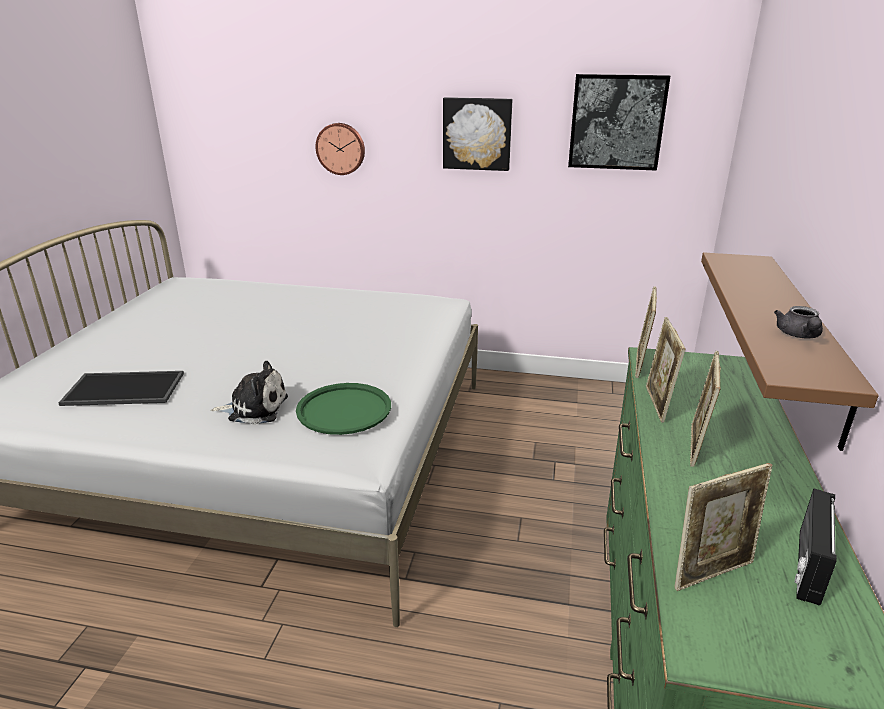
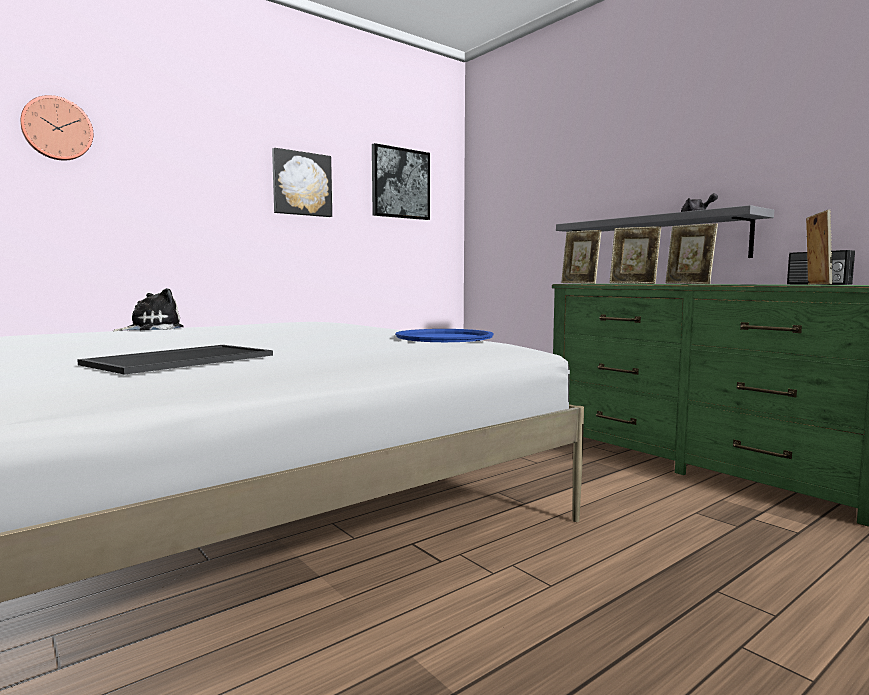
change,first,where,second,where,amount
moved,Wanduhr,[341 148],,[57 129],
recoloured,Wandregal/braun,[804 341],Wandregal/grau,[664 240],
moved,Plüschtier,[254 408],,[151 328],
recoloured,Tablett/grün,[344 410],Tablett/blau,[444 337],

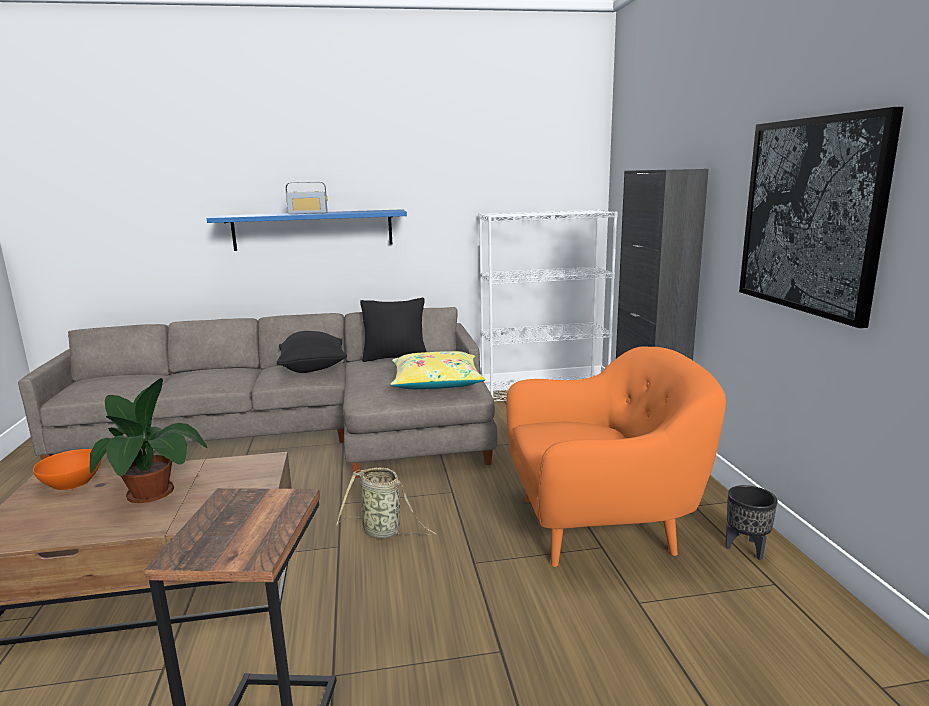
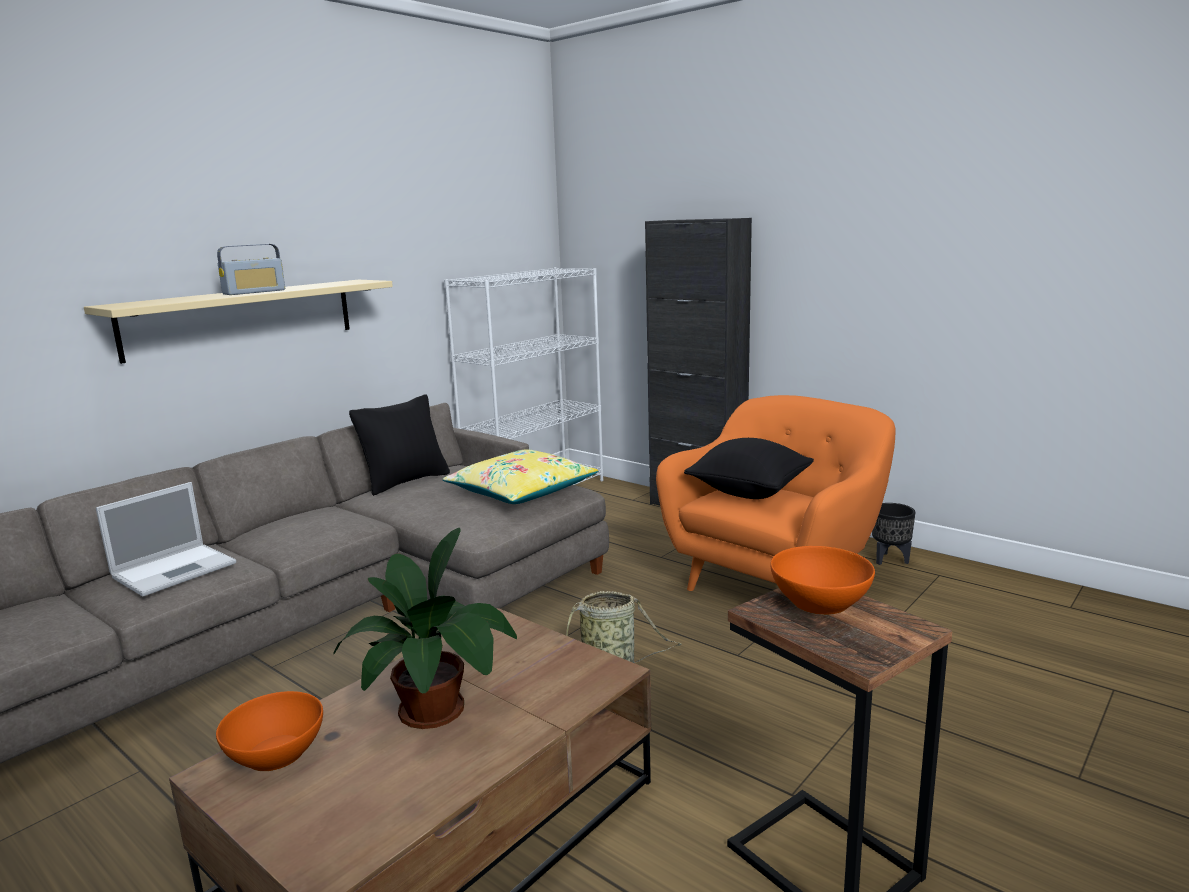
change,first,where,second,where,amount
removed,Bild,[810 216],,,
recoloured,Wandregal/blau,[313 230],Wandregal/beige,[242 318],
moved,Kissen/schwarz,[313 369],,[749 492],
added,,,Laptop,[176 569],
added,,,Schüssel/orange,[820 601],

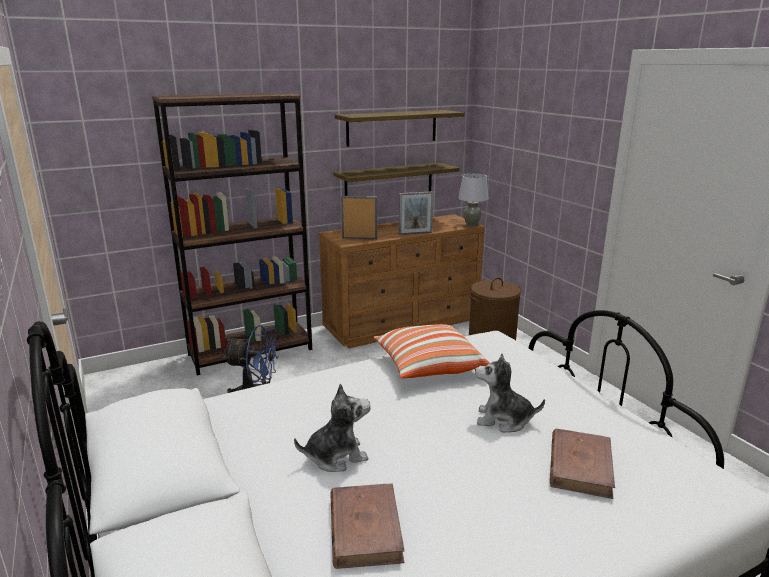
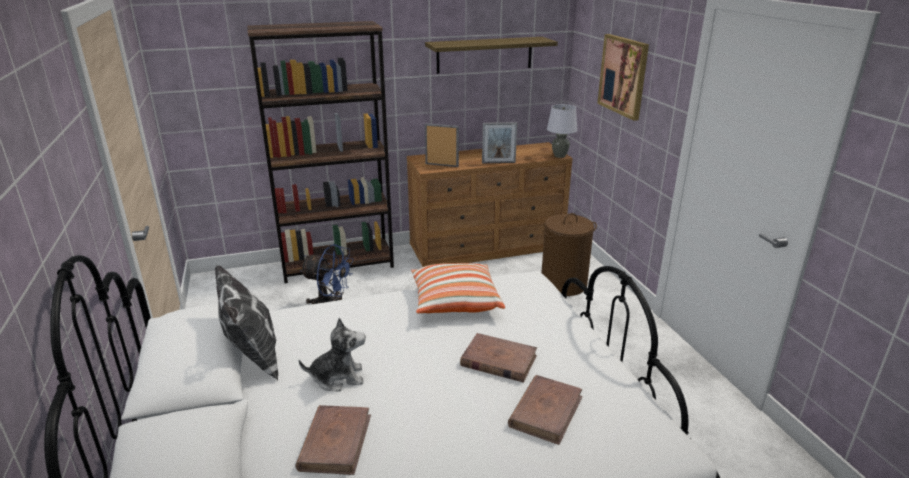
change,first,where,second,where,amount
removed,Wandregal,[389 181],,,
replaced,Plüschtier,[503 420],Buch/braun,[498 361],
added,,,Bild,[623 76],
added,,,Kissen,[253 359],

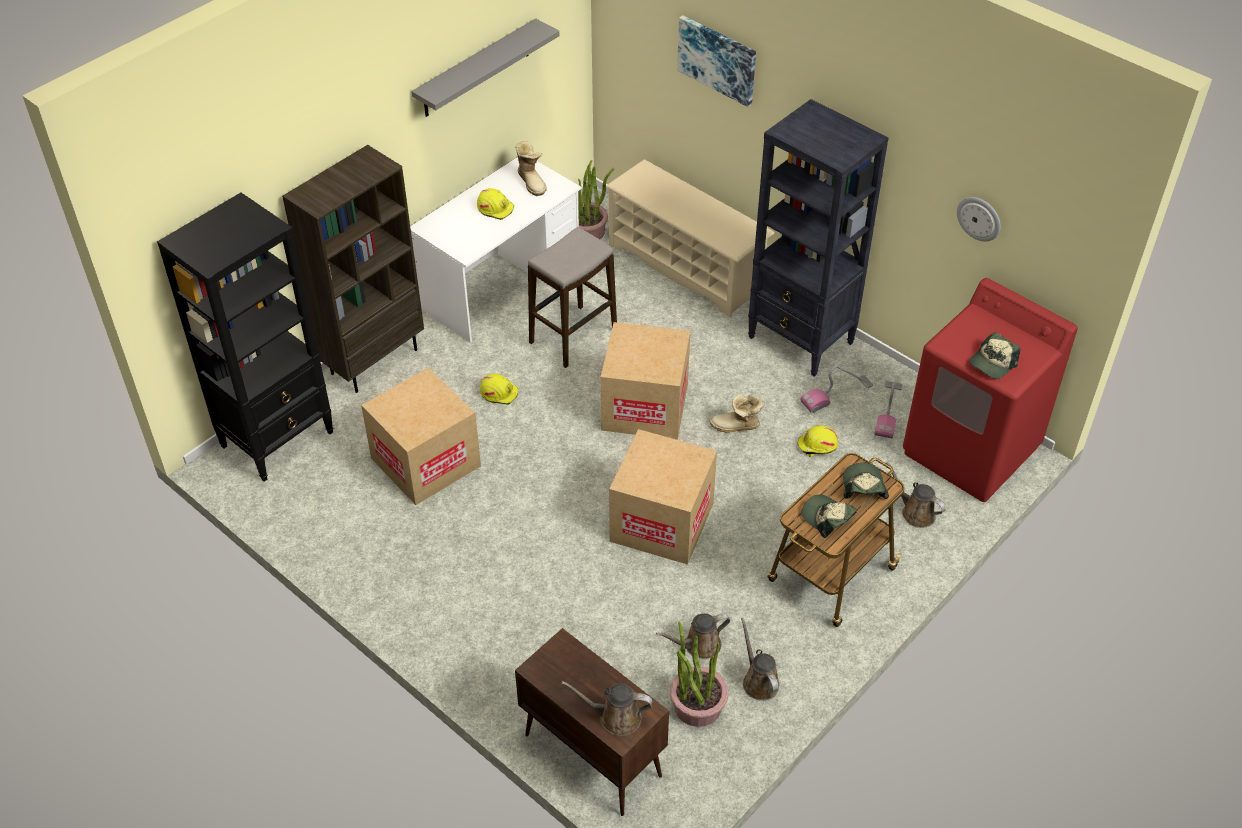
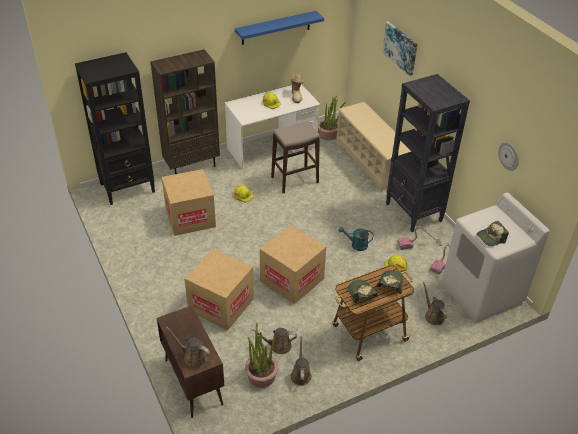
change,first,where,second,where,amount
recoloured,Wandregal/grau,[476 69],Wandregal/blau,[276 28],
recoloured,Waschmaschine/rot,[971 451],Waschmaschine/weiß,[482 293],
moved,Karton,[645 407],,[221 305],
replaced,Stiefel,[736 427],Gießkanne/türkis,[356 245],

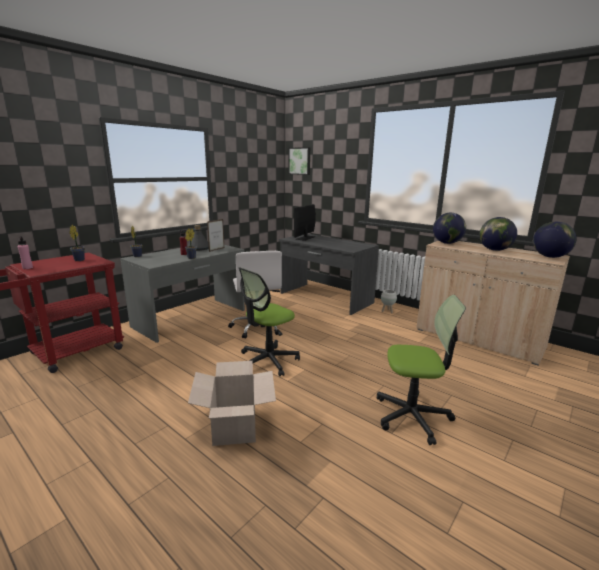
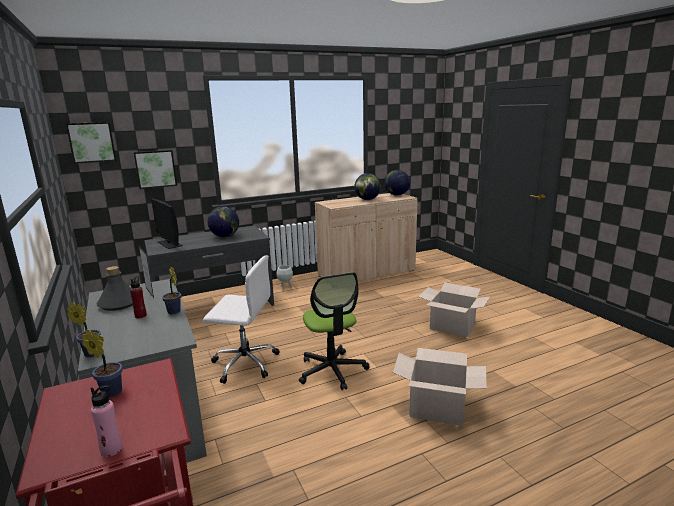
change,first,where,second,where,amount
moved,Globus,[447 243],,[225 236],
replaced,Bürostuhl,[412 416],Karton,[452 327],
added,,,Bild,[155 169],

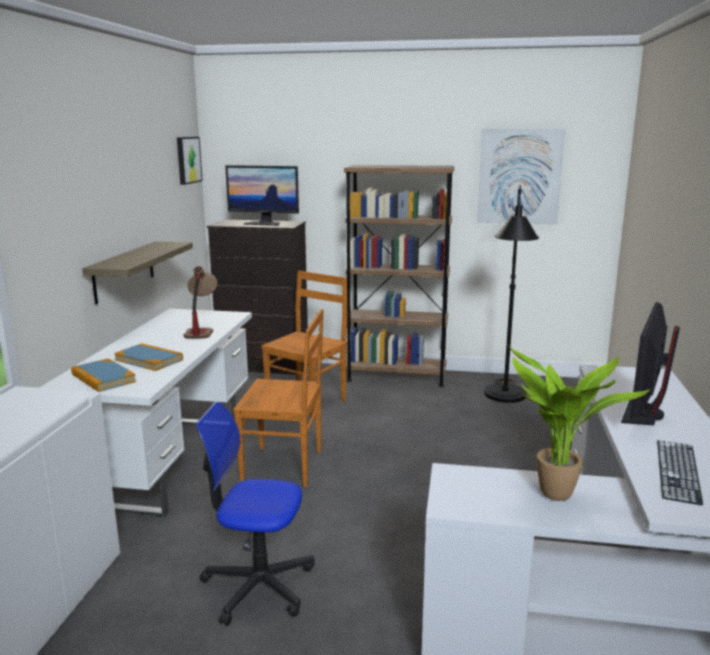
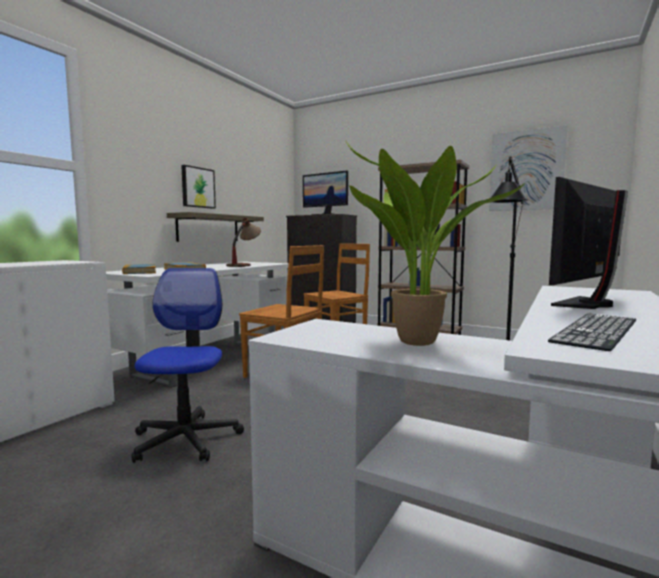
change,first,where,second,where,amount
moved,Bild,[187 160],,[197 187],
turned,Bürostuhl,[258 585],,[186 439],60 degrees clockwise

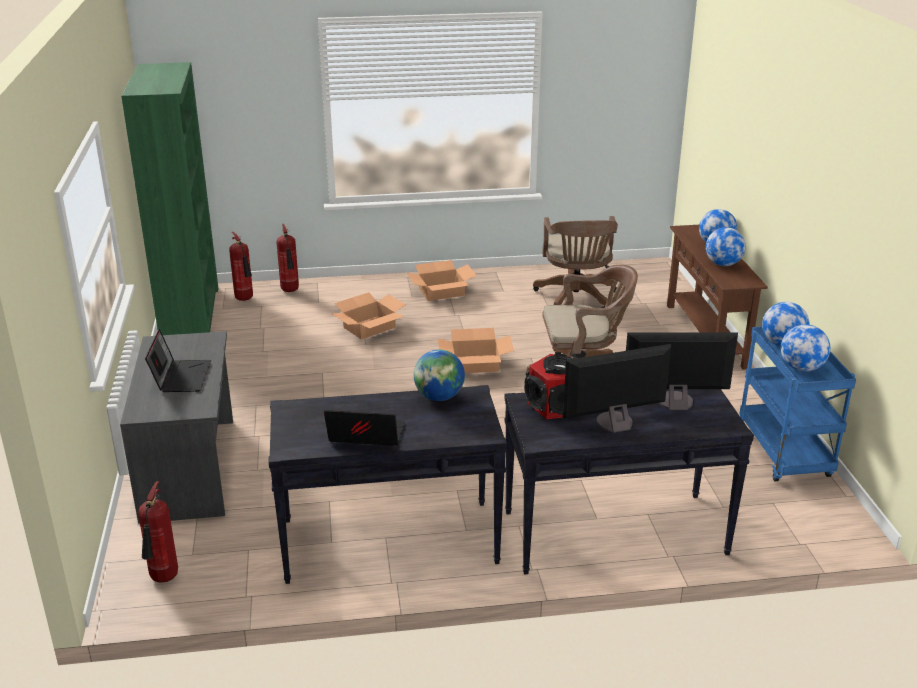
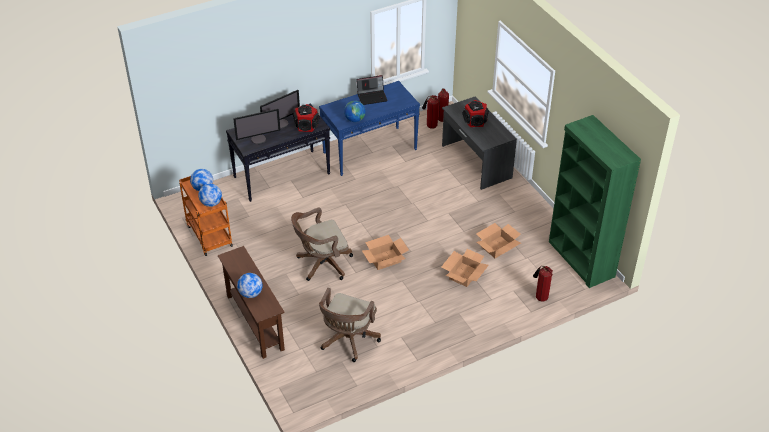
change,first,where,second,where,amount
turned,Bürostuhl/braun,[576 299],,[348 341],135 degrees counterclockwise
removed,Globus,[723 264],,,
moved,Feuerlöscher,[245 299],,[430 126],
moved,Karton,[441 292],,[497 247],
recoloured,Rollwagen/blau,[785 454],Rollwagen/orange,[208 235],
replaced,Laptop,[181 376],Lautsprecher,[475 121],
recoloured,Konsolentisch/schwarz,[388 541],Konsolentisch/blau,[370 151],

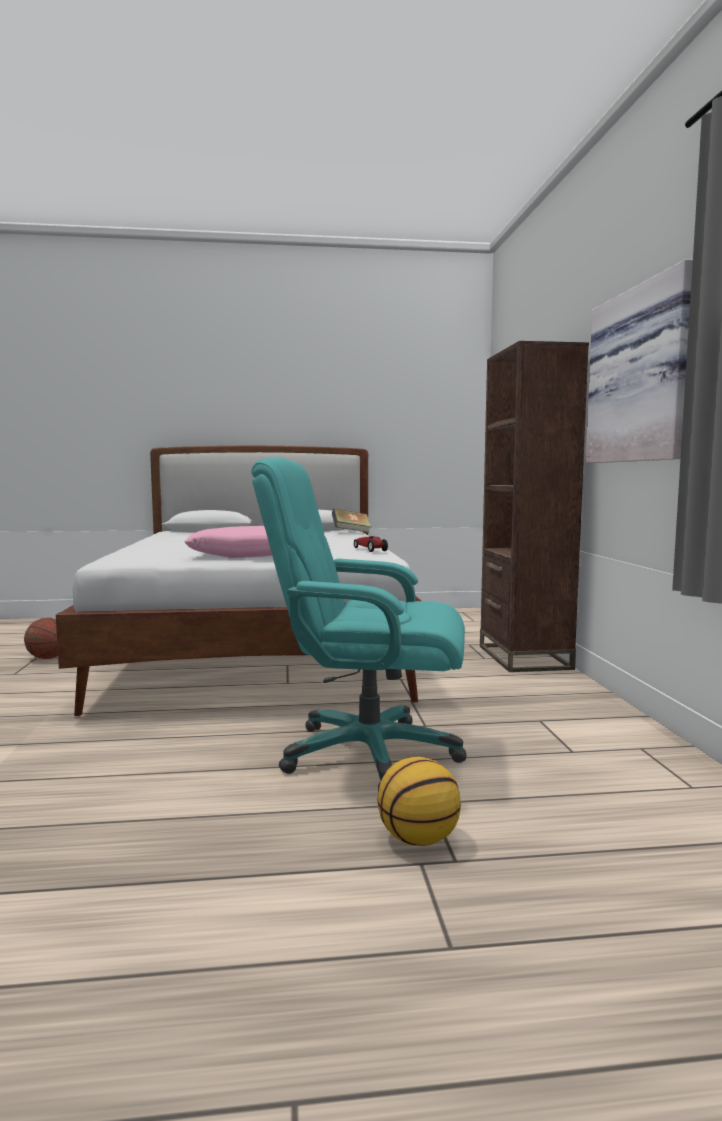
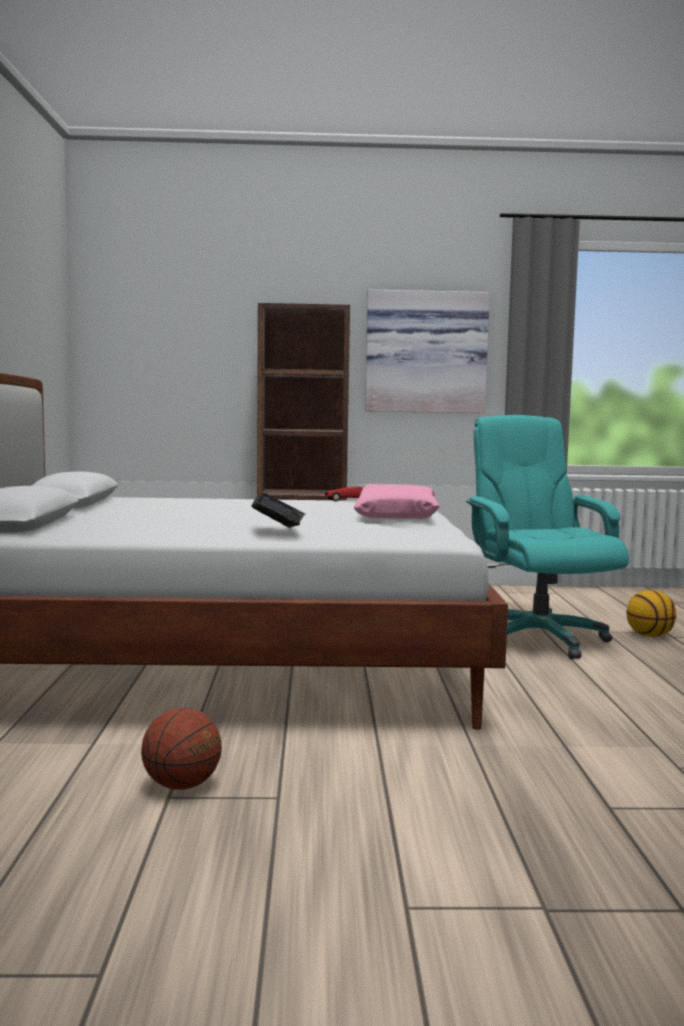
change,first,where,second,where,amount
turned,Bürostuhl/türkis,[367 754],,[538 638],150 degrees clockwise
moved,Buch,[351 532],,[277 532],

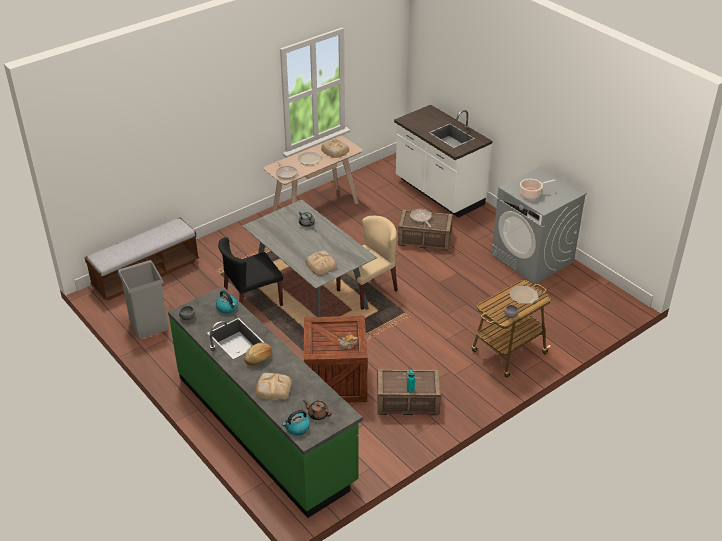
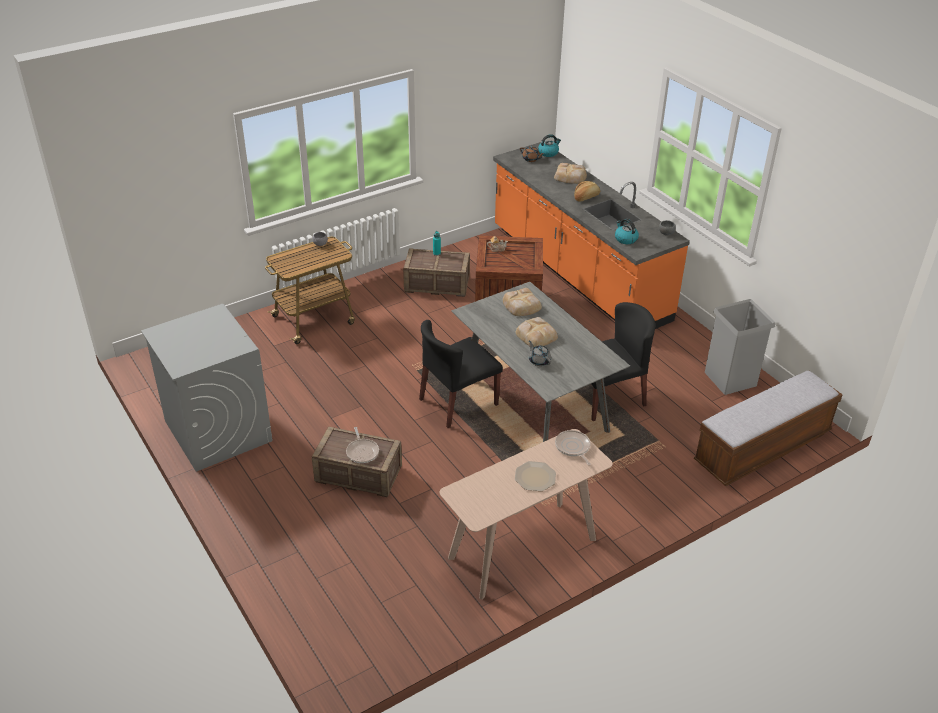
change,first,where,second,where,amount
removed,Küchenzeile/weiß,[438 193],,,
moved,Brot,[335 151],,[536 335],
removed,Kochtopf,[531 194],,,
recoloured,Stuhl/beige,[367 290],Stuhl/schwarz,[458 402],
recoloured,Küchenzeile/grün,[265 428],Küchenzeile/orange,[578 274],
removed,Teller,[523 295],,,

